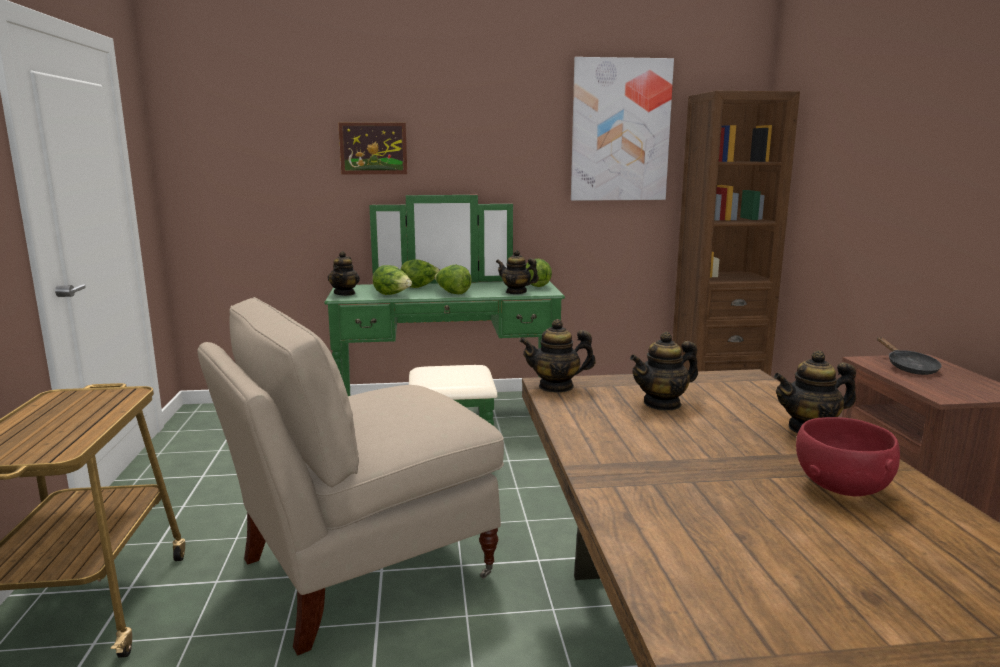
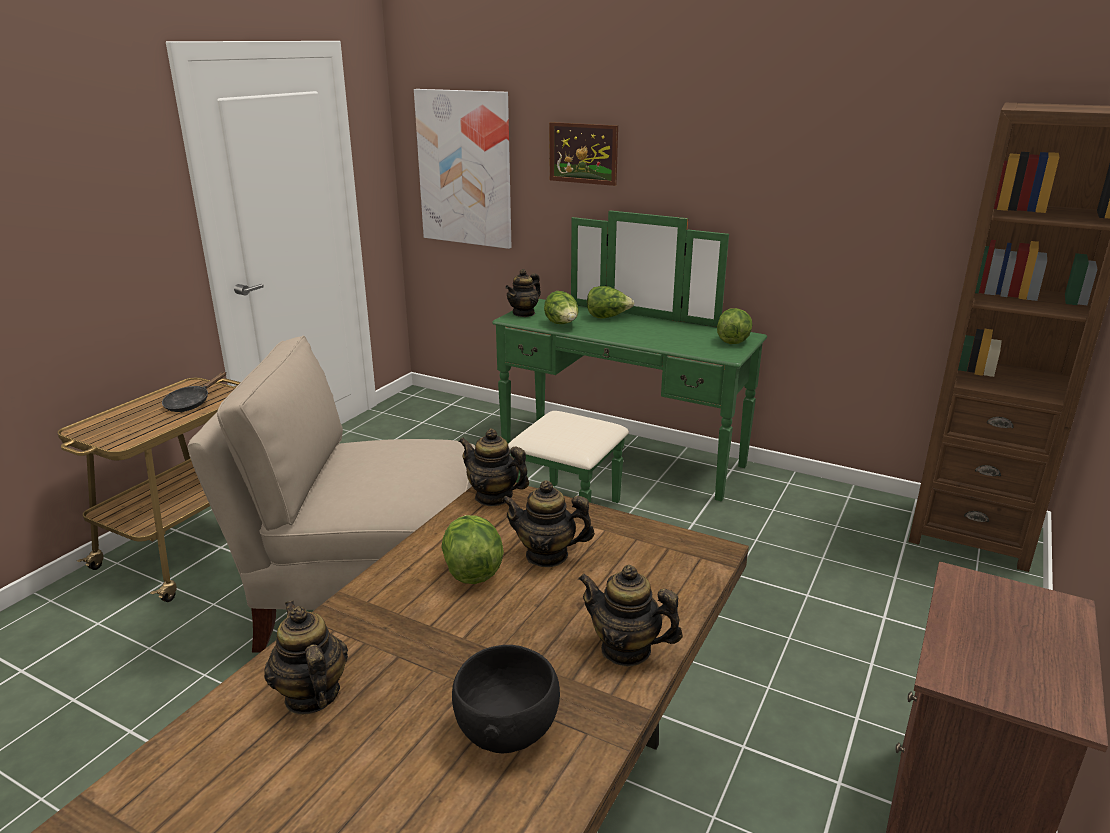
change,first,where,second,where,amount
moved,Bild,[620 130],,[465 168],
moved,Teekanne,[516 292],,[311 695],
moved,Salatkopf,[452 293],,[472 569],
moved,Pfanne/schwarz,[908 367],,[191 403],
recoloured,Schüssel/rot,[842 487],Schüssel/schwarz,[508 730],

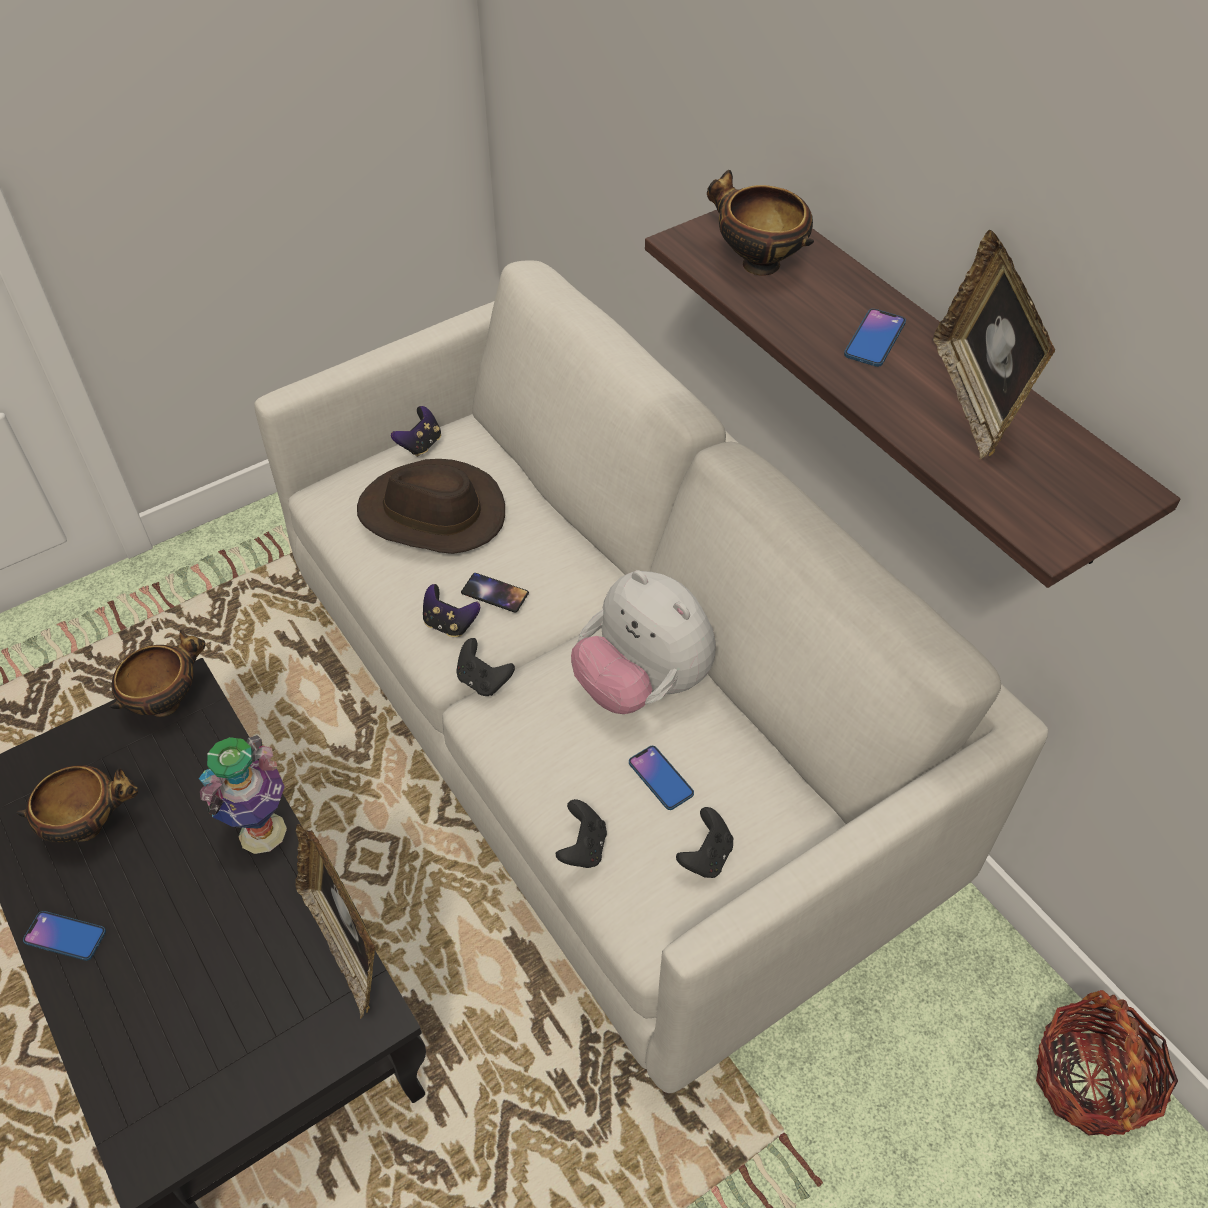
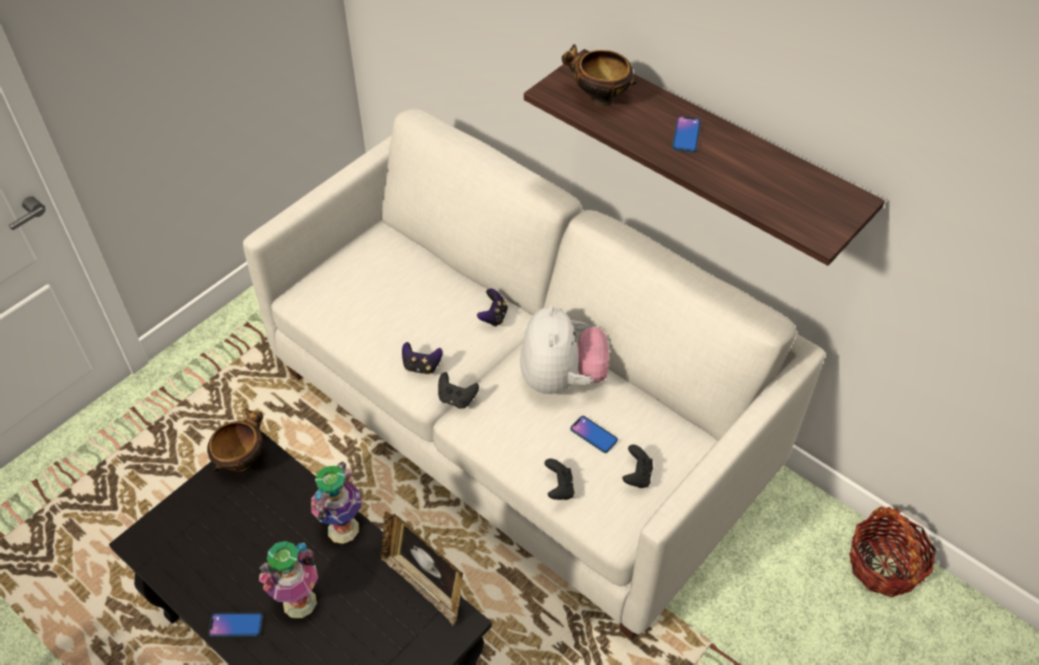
change,first,where,second,where,amount
removed,Bilderrahmen,[975 398],,,
moved,Gamepad,[420 445],,[493 317],
removed,Hut/braun,[432 515],,,
turned,Plüschtier,[642 684],,[561 378],120 degrees counterclockwise
removed,Handy,[495 593],,,
removed,Schüssel,[90 825],,,
added,,,Vase,[299 602],

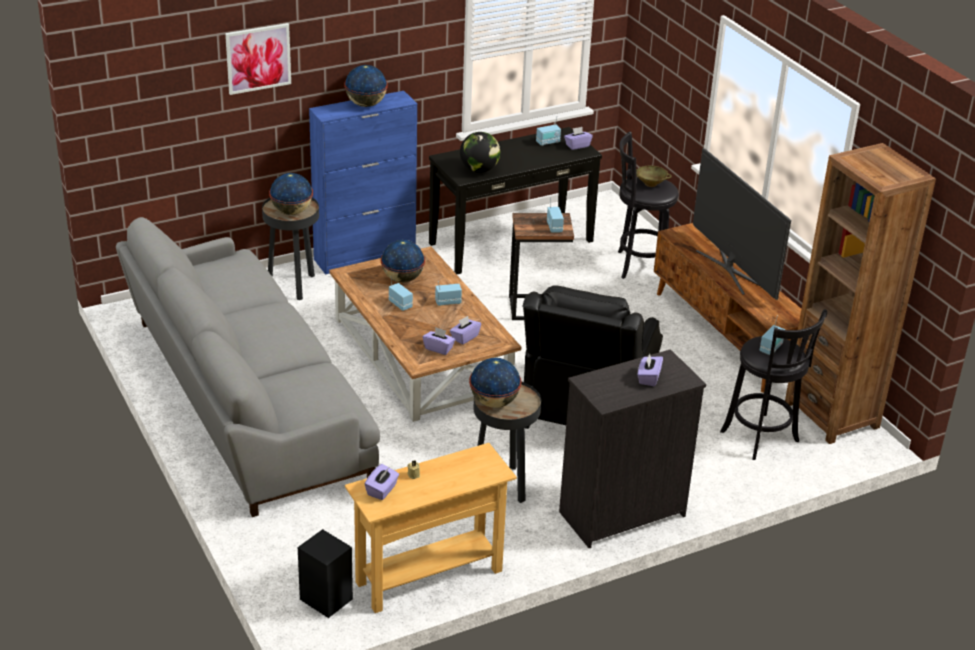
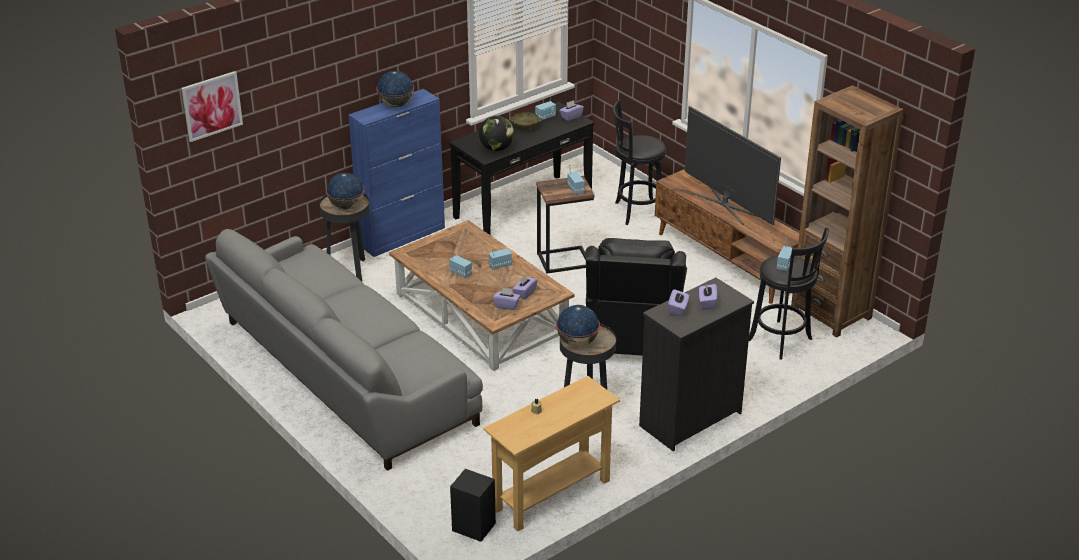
change,first,where,second,where,amount
moved,Bild,[258 58],,[212 106],
moved,Schüssel/beige,[651 184],,[525 128],
removed,Globus,[403 279],,,
moved,Taschentuchbox/lila,[382 490],,[678 309],

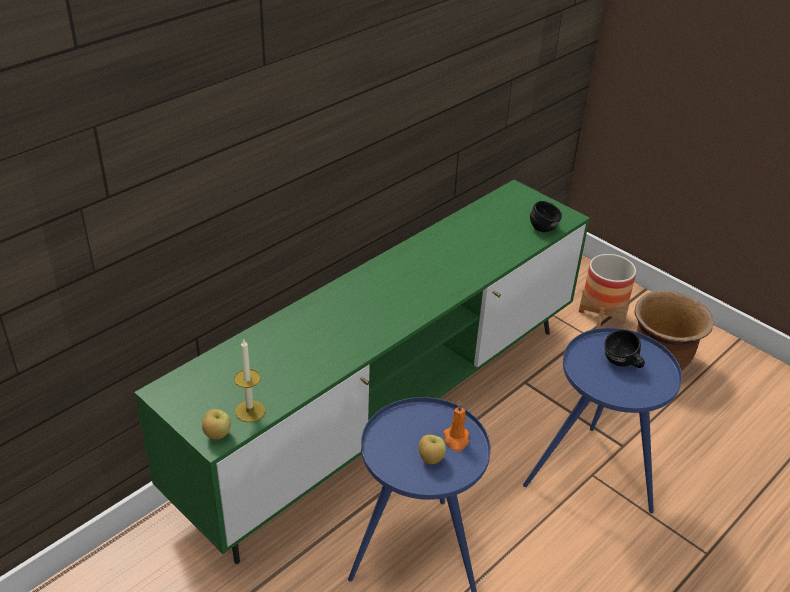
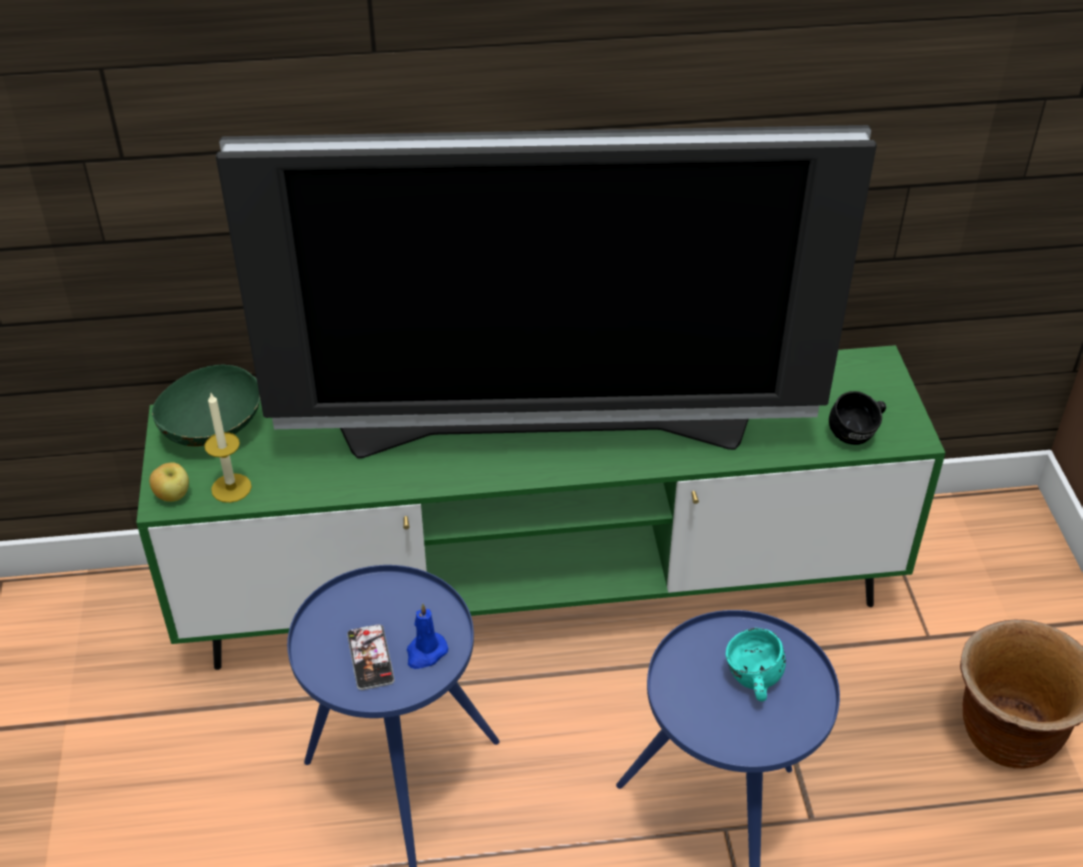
change,first,where,second,where,amount
removed,Pflanzkübel,[601 316],,,
recoloured,Henkelbecher/schwarz,[621 364],Henkelbecher/türkis,[752 683],
recoloured,Kerze/orange,[456 439],Kerze/blau,[425 653],
replaced,Apfel,[430 459],Handy,[370 658],
added,,,Fernseher,[547 428],
added,,,Schüssel/grün,[213 431],

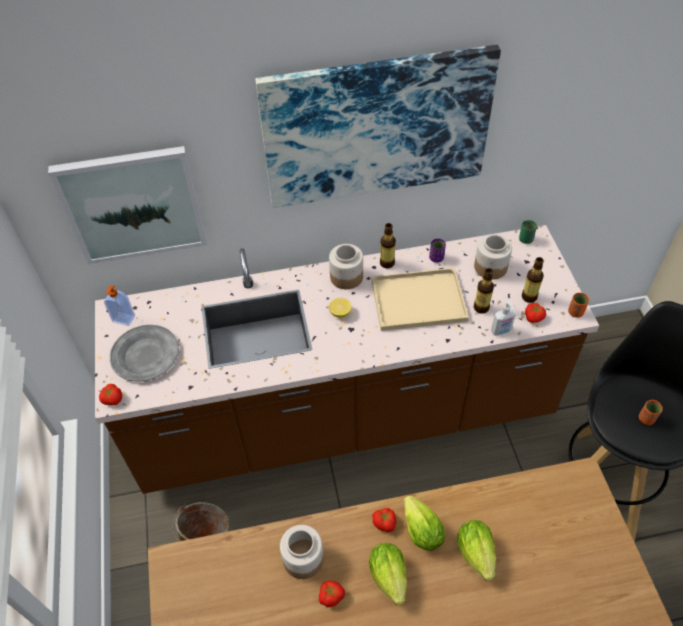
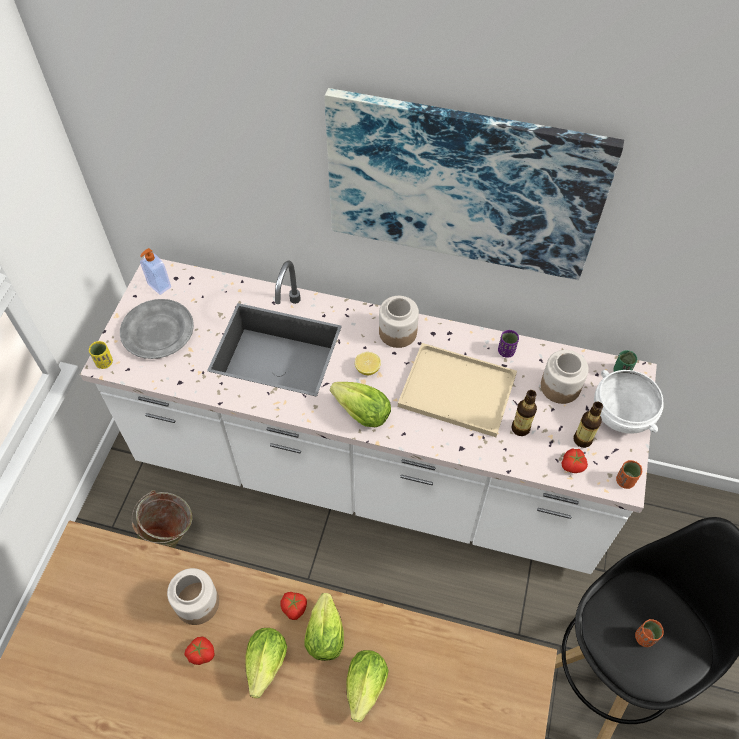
change,first,where,second,where,amount
removed,Bild,[133 205],,,
removed,Flasche,[387 263],,,
recoloured,Küchenzeile/braun,[345 417],Küchenzeile/weiß,[369 473],
removed,Seifenspender,[501 331],,,
replaced,Tomate,[112 399],Tasse/gelb,[104 362],
added,,,Schüssel/weiß,[620 415],
added,,,Salatkopf,[362 413],

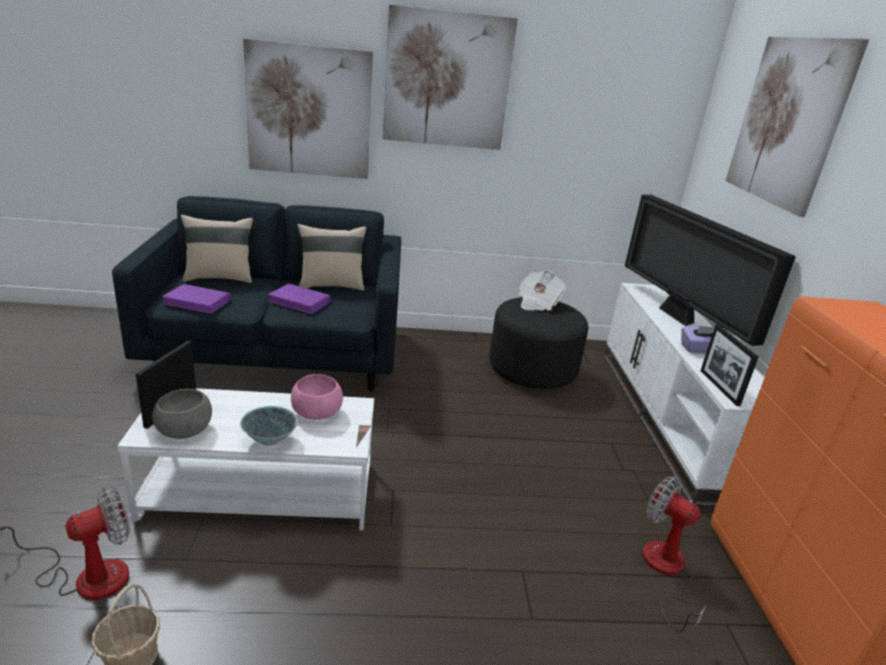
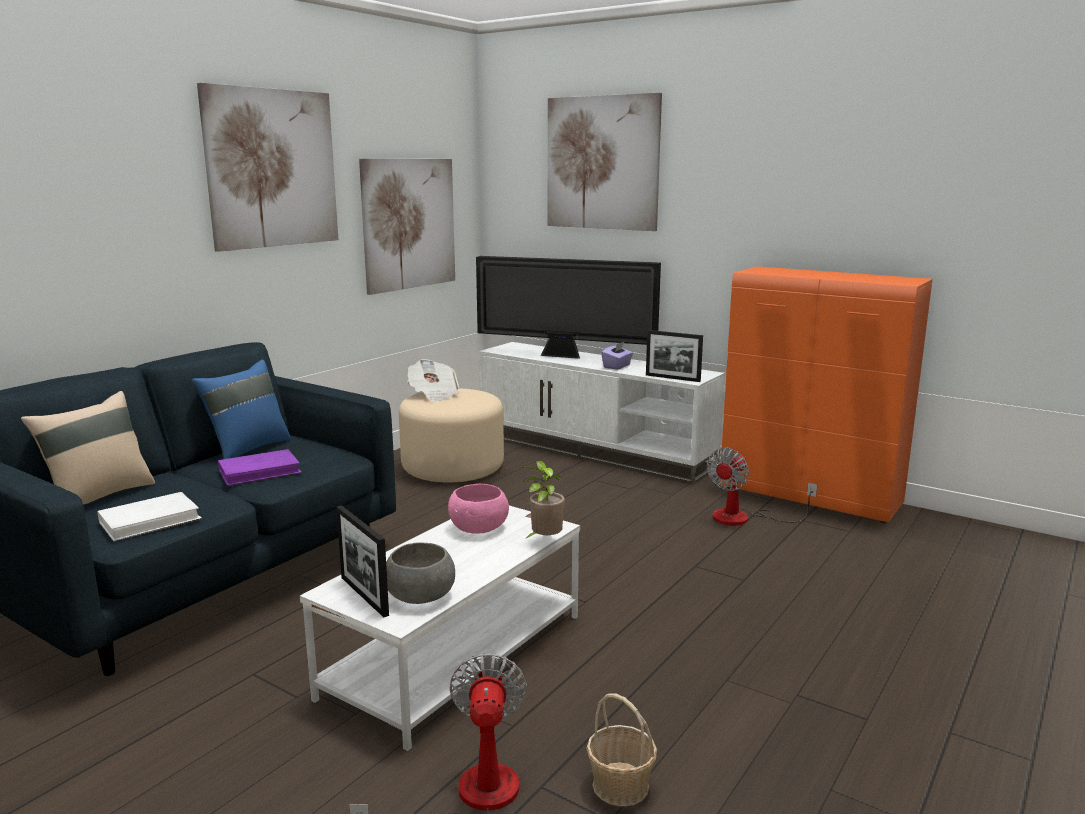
change,first,where,second,where,amount
moved,Bild,[309 112],,[409 224],
recoloured,Kissen/beige,[331 285],Kissen/blau,[247 450],
recoloured,Buch/lila,[197 302],Buch/weiß,[150 521],
recoloured,Polsterhocker/schwarz,[532 369],Polsterhocker/beige,[453 467],
removed,Schüssel,[269 440],,,
turned,Ventilator,[666 571],,[744 518],45 degrees counterclockwise
added,,,Topfpflanze,[544 540],

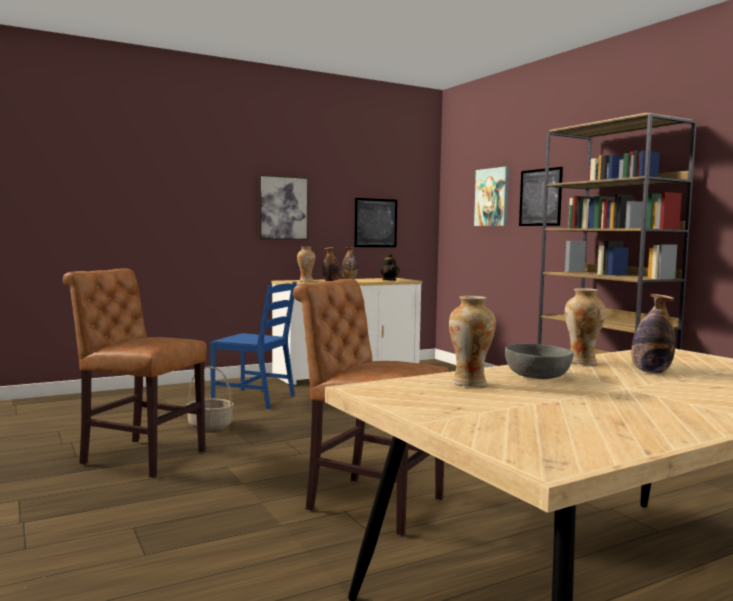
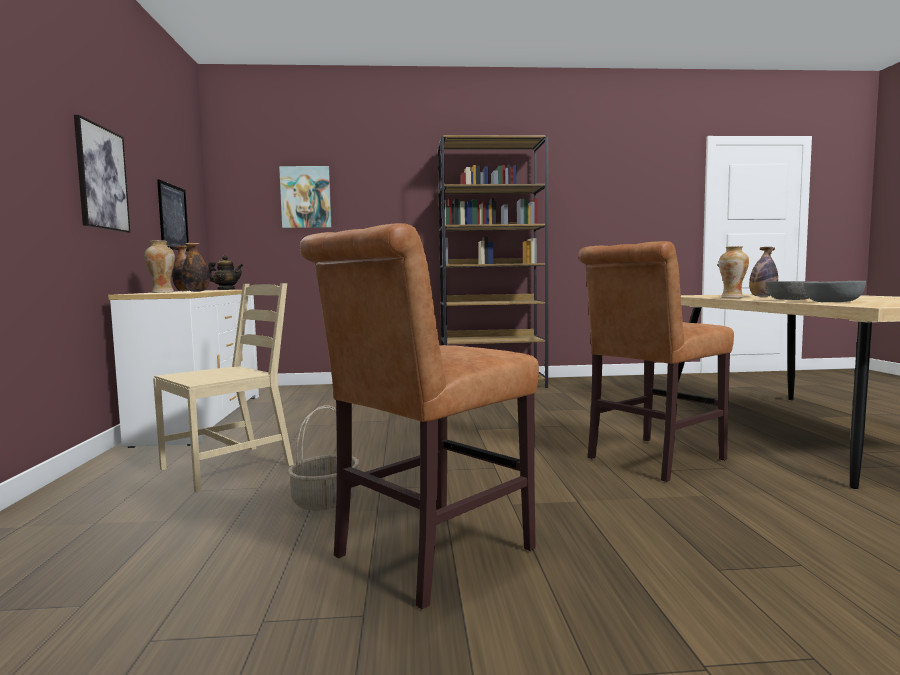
change,first,where,second,where,amount
removed,Bild,[540 197],,,
recoloured,Stuhl/blau,[255 399],Stuhl/beige,[228 466],
replaced,Vase,[469 383],Schüssel/grau,[832 302],

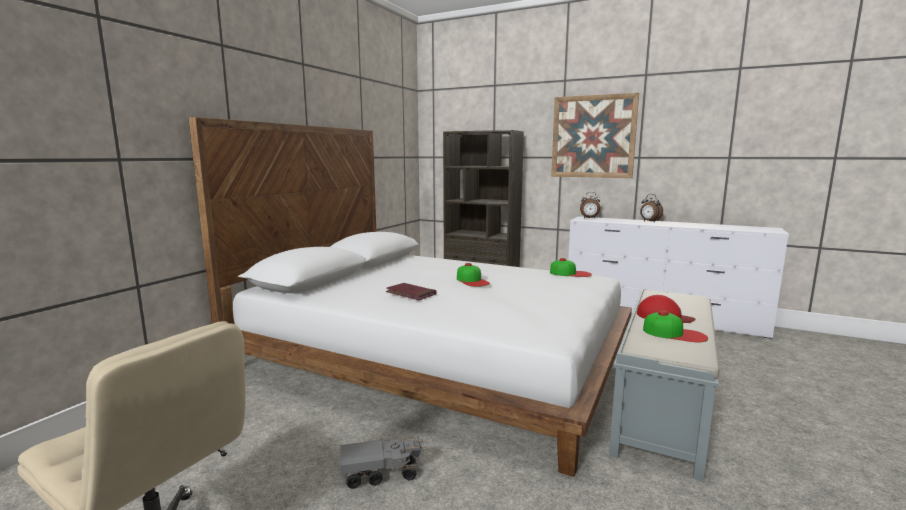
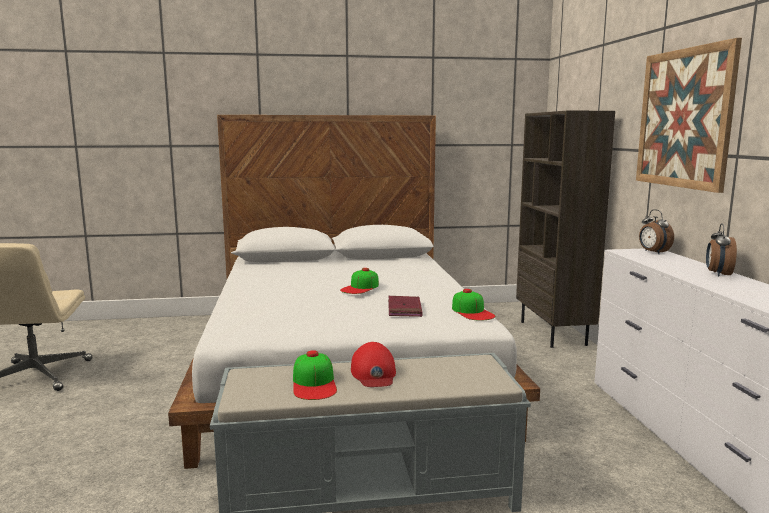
change,first,where,second,where,amount
moved,Buch/rot,[411 294],,[404 309],
removed,Spielzeuglaster,[381 473],,,

